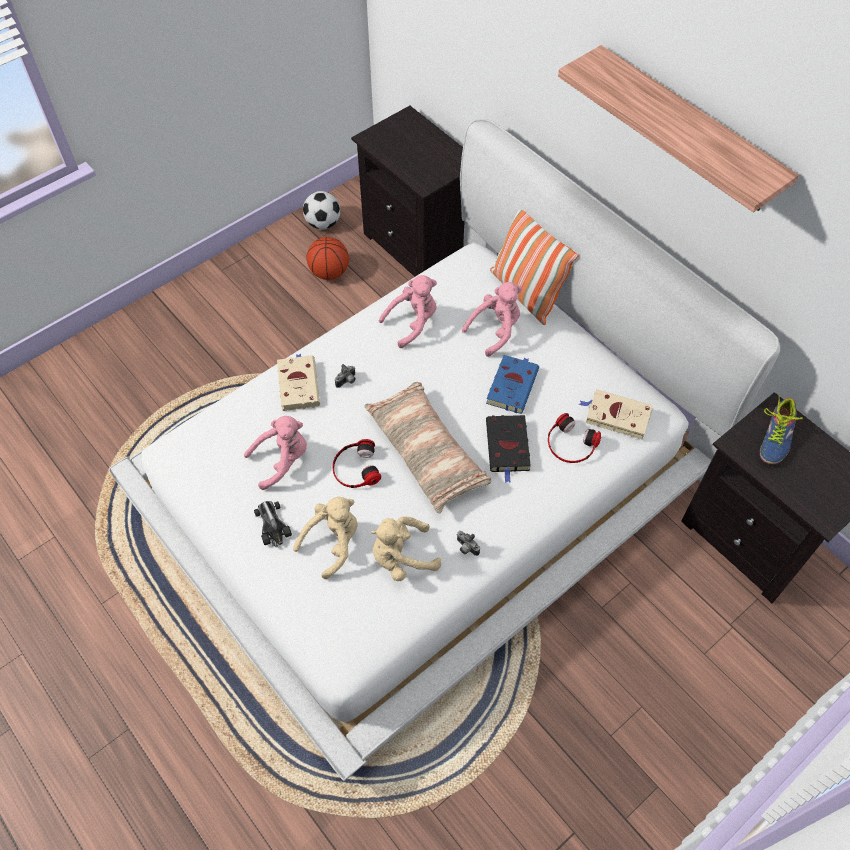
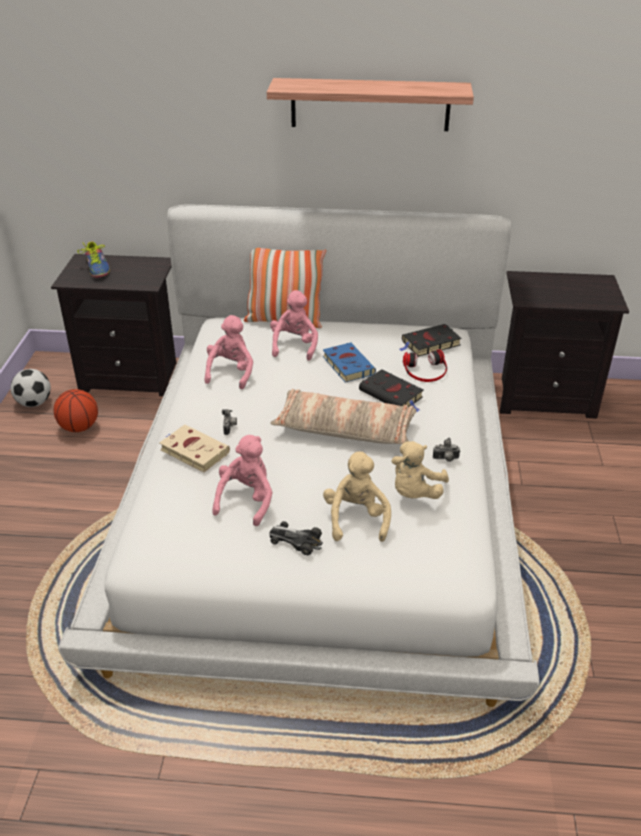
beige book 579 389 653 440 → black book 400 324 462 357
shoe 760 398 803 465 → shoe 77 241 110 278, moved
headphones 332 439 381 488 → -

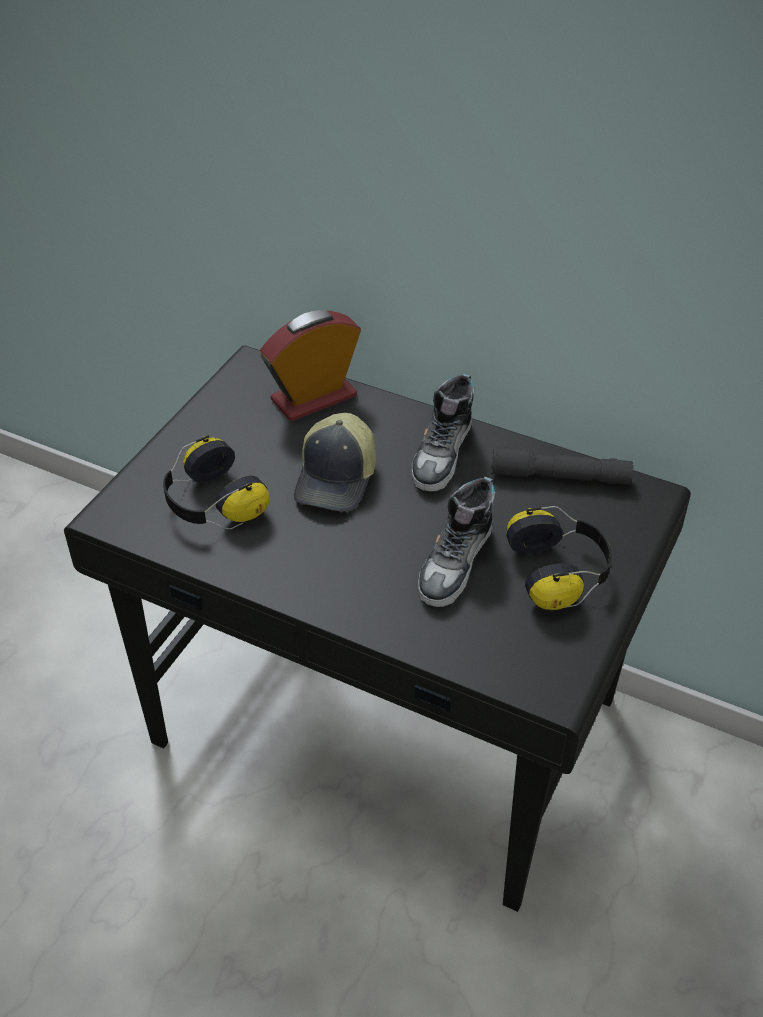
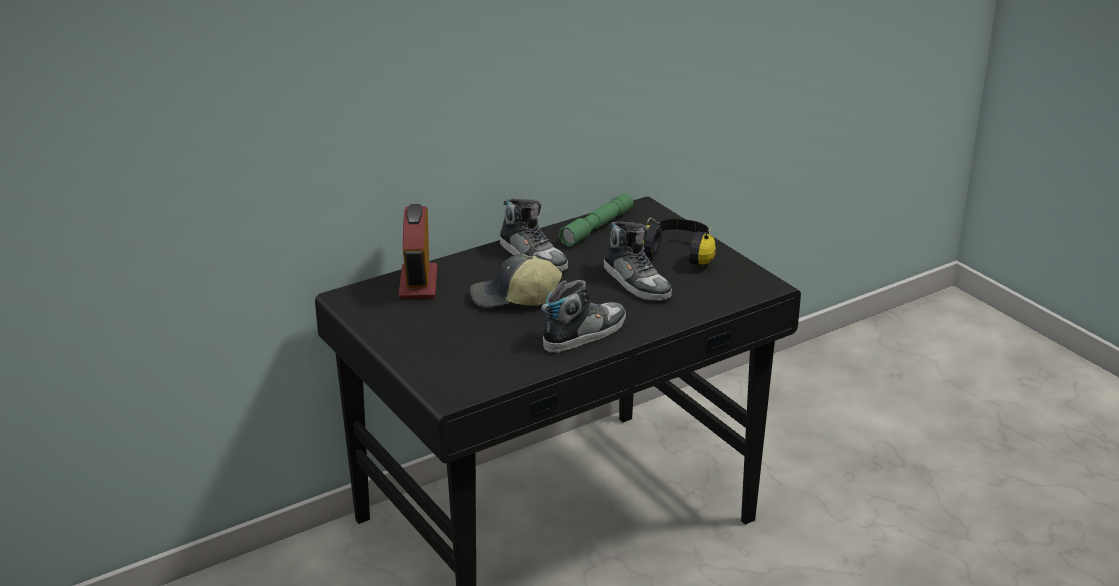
cap 294 413 376 512 → cap 470 254 562 308, 135 degrees clockwise
headphones 163 436 269 529 → -
grey flashlight 491 446 633 485 → green flashlight 559 193 634 247
- → shoe 541 280 626 353

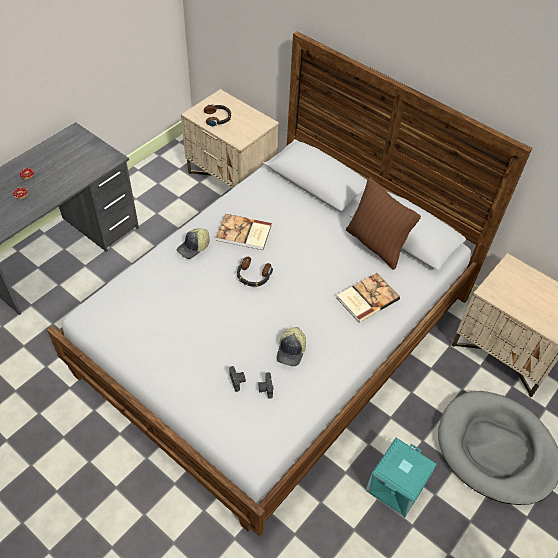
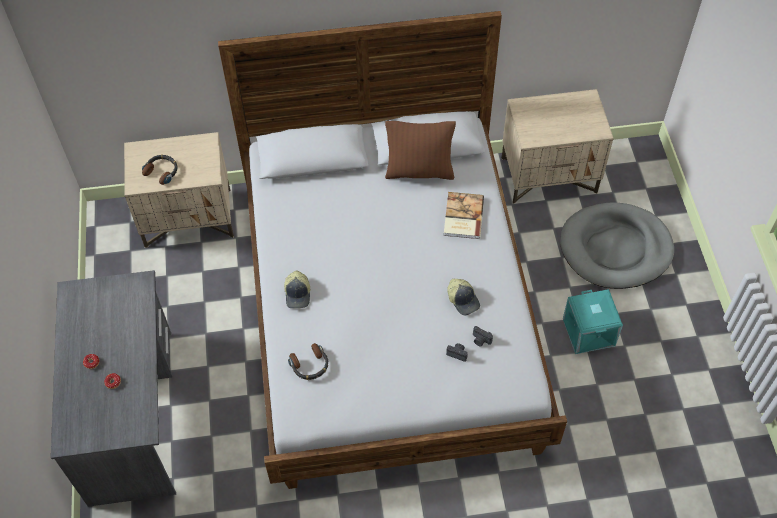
book 216 214 272 250 → -
headphones 237 257 273 287 → headphones 288 343 328 380, moved

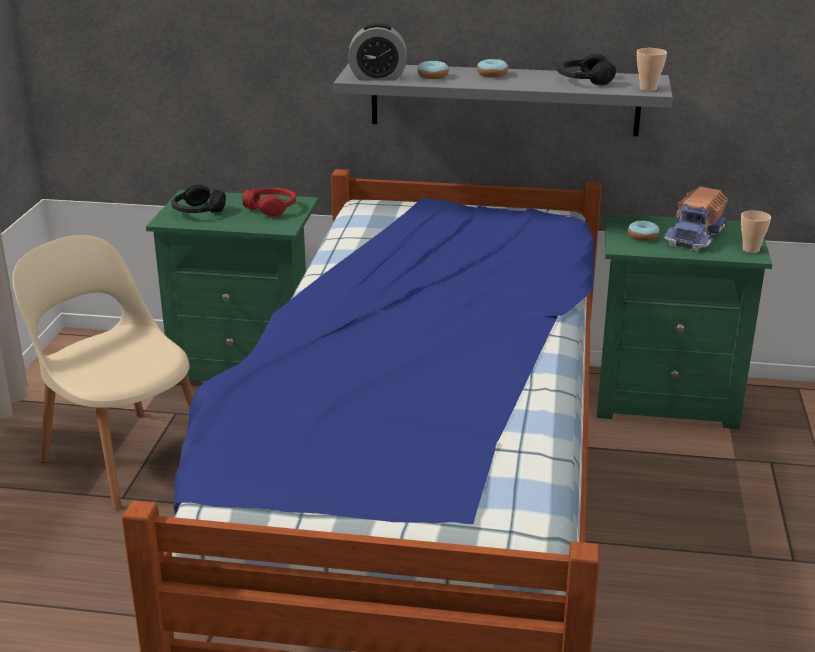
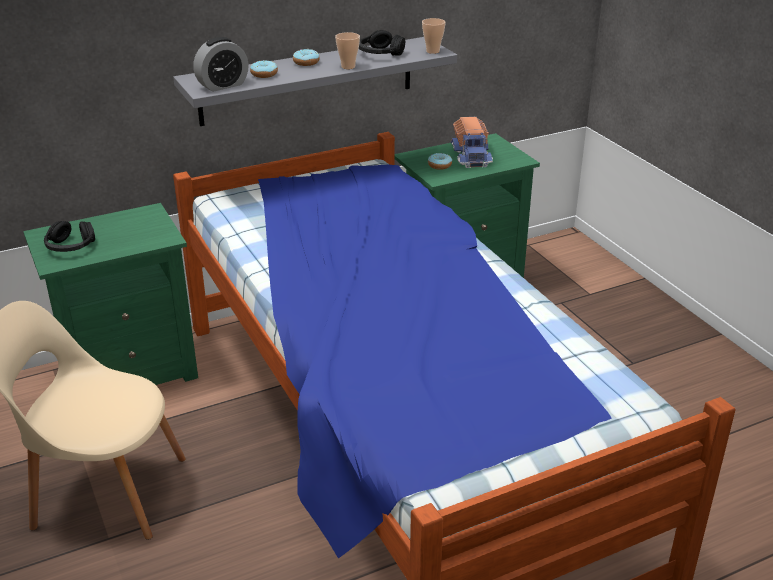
red headphones 242 188 296 217 → -
cup 741 210 771 253 → cup 335 32 360 69, moved

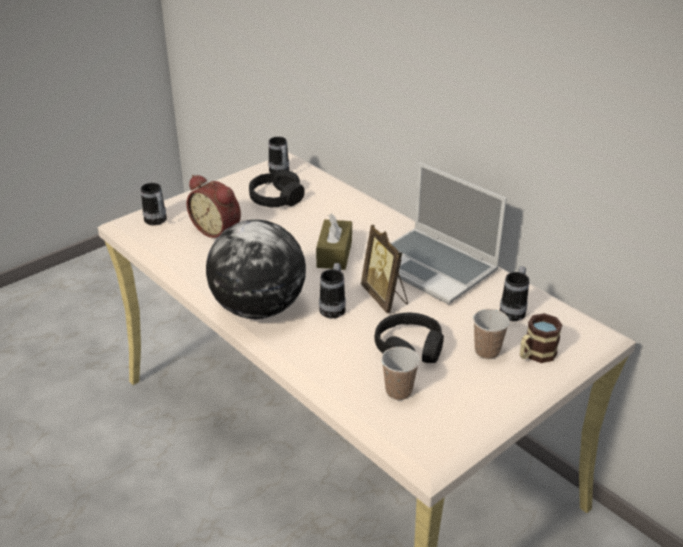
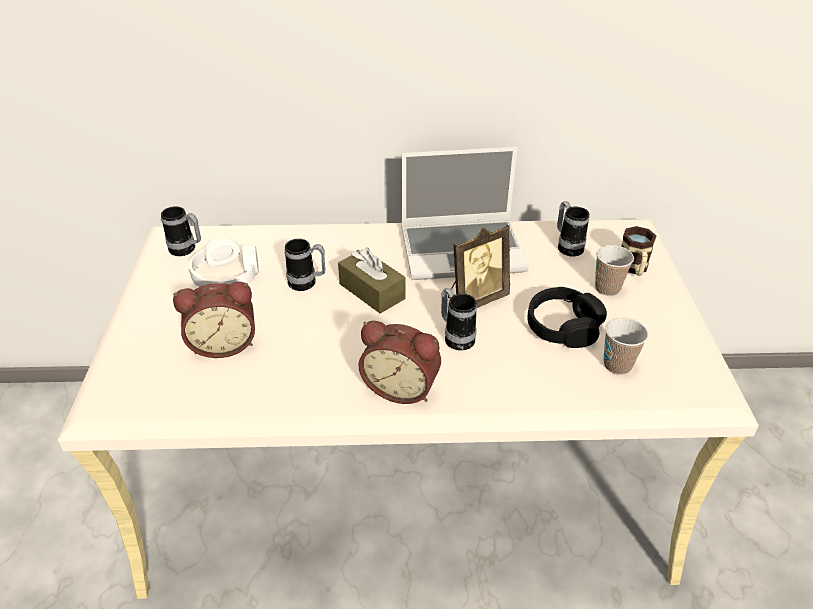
black headphones 249 170 305 208 → white headphones 189 238 259 287
mug 141 183 167 225 → mug 285 239 325 291, moved
globe 206 220 306 319 → alarm clock 358 321 441 404
picture frame 361 225 408 313 → picture frame 448 225 510 308, 45 degrees counterclockwise

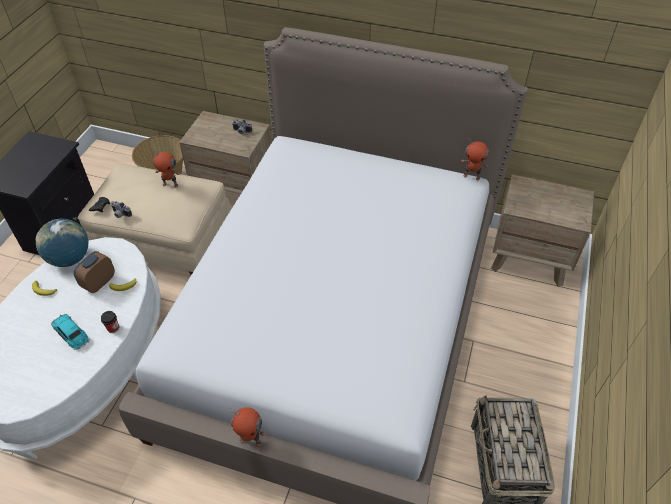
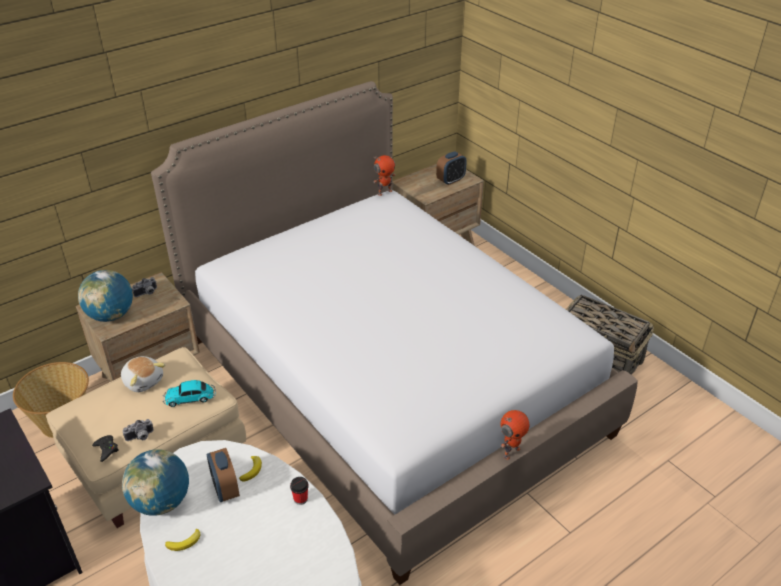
toy robot 152 149 180 187 → plush toy 121 356 165 392
toy car 51 314 89 350 → toy car 163 380 216 407, moved
- → alarm clock 436 151 467 185
- → globe 78 270 133 322

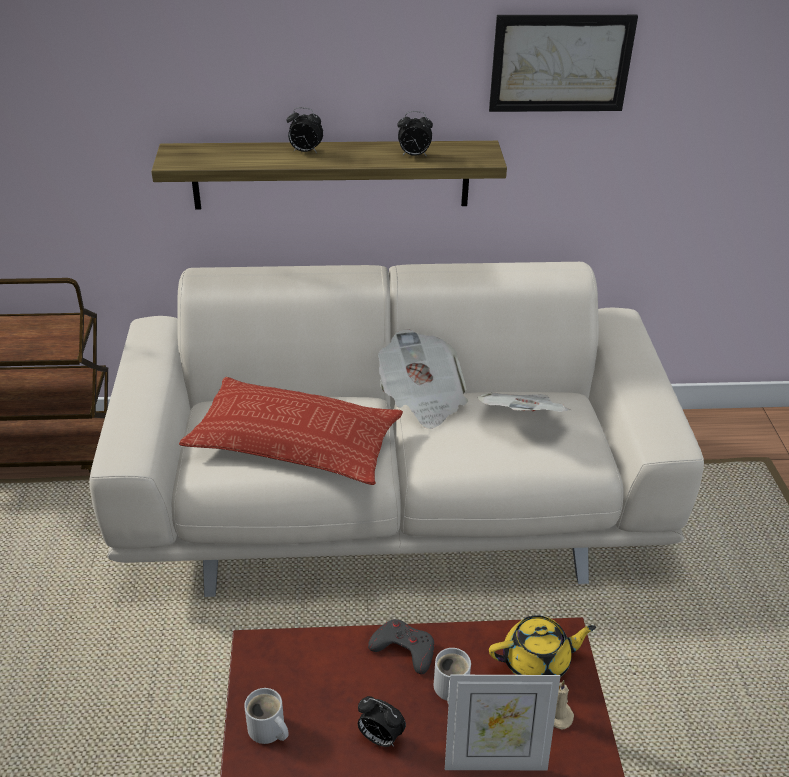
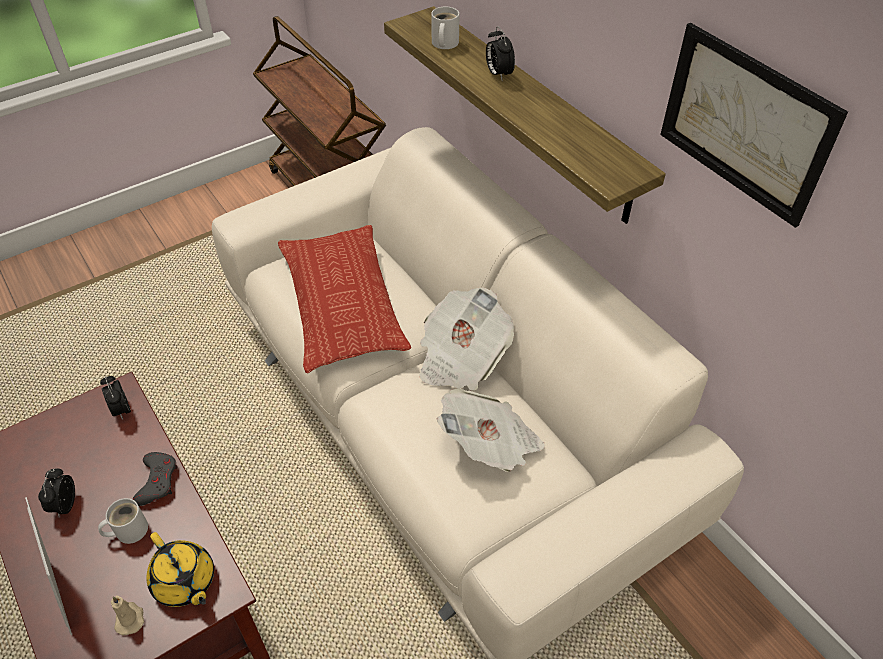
alarm clock 397 111 433 156 → alarm clock 100 376 131 419, moved
white mug 244 688 289 744 → white mug 431 7 459 49, moved

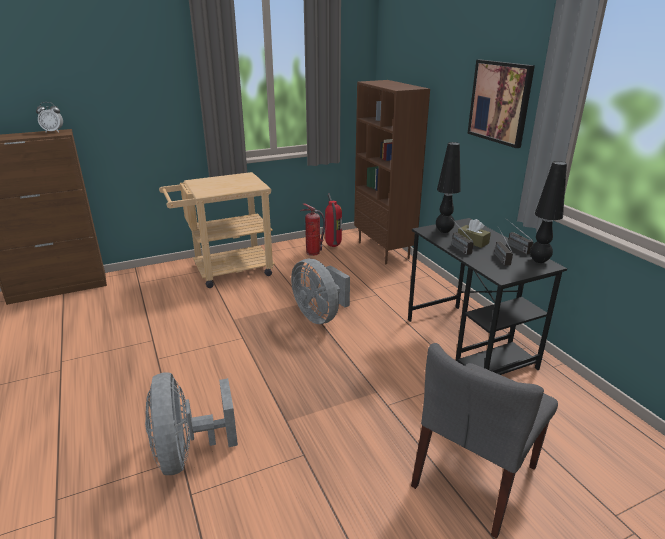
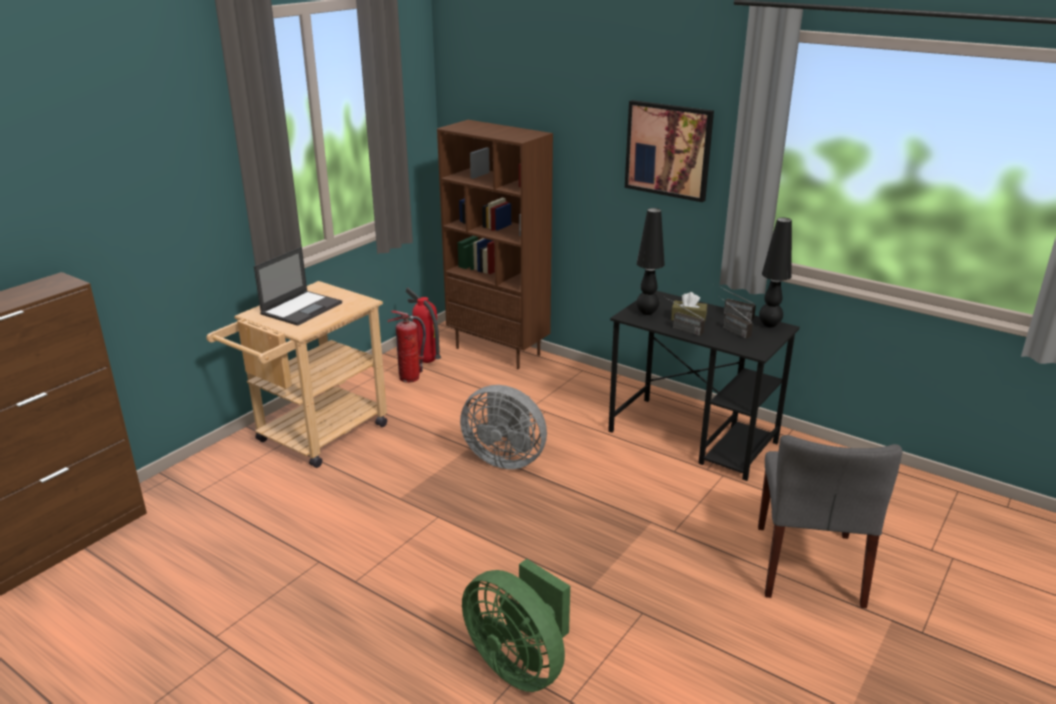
alarm clock 36 102 63 133 → -
grey fan 145 372 238 475 → green fan 462 559 570 692
- → laptop 254 247 342 326

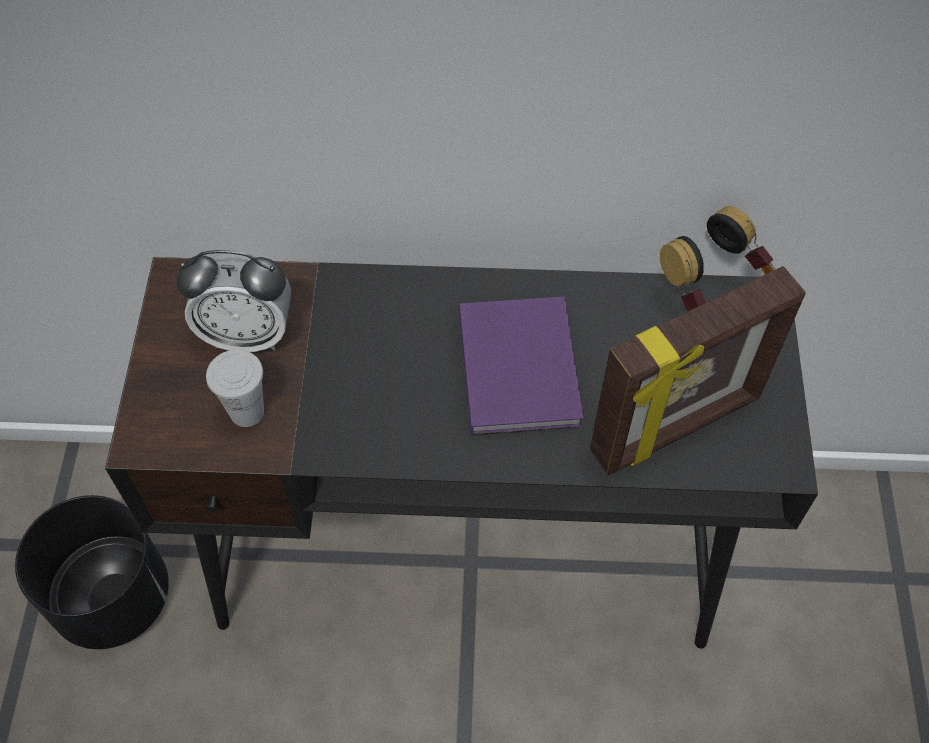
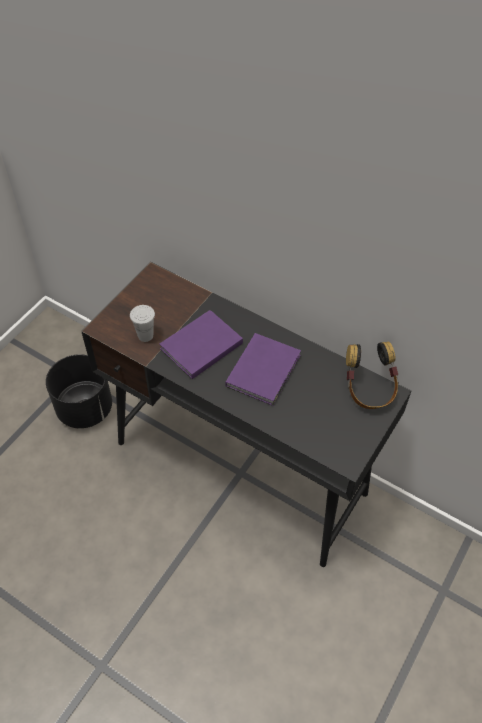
alarm clock 176 250 291 352 → -
picture frame 590 266 806 475 → -
- → purple book 160 310 243 379

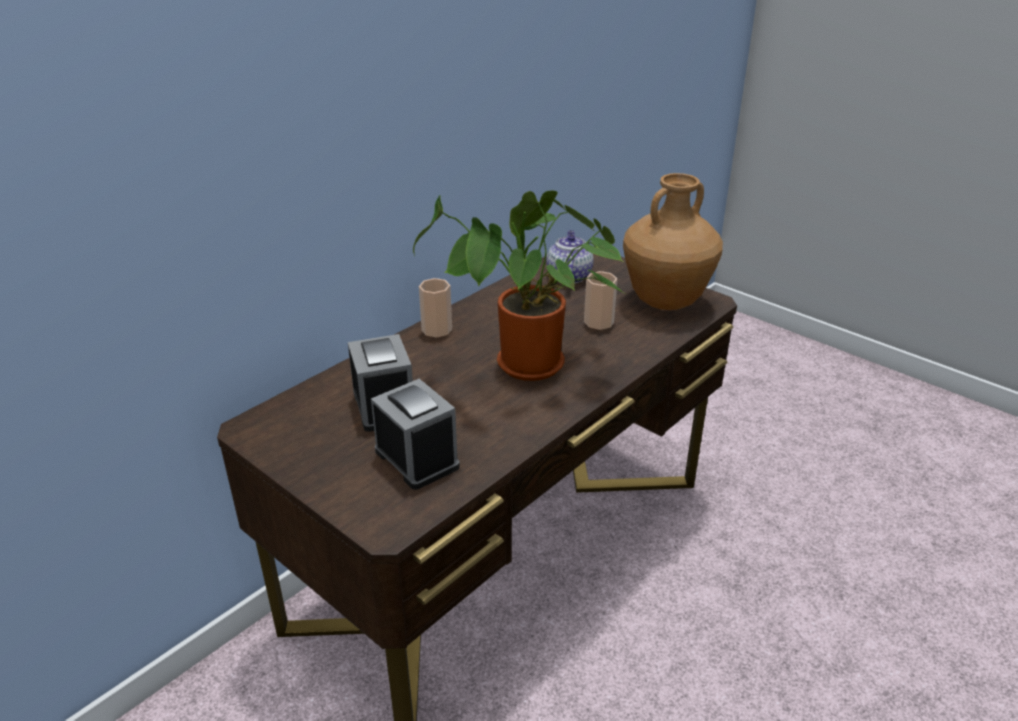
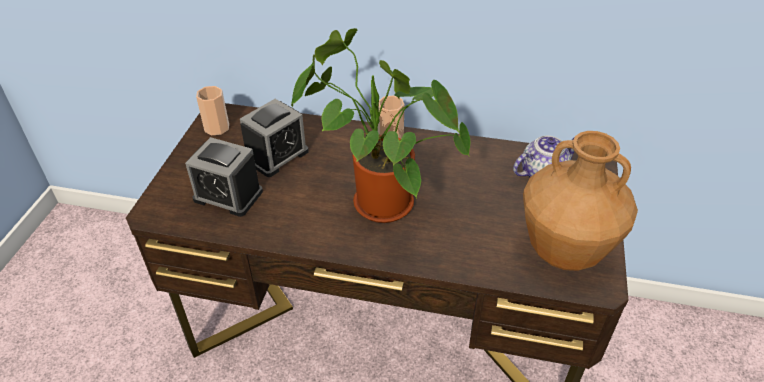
cup 584 271 617 330 → cup 196 86 229 135, moved
alarm clock 371 379 460 490 → alarm clock 185 137 263 217, 90 degrees clockwise

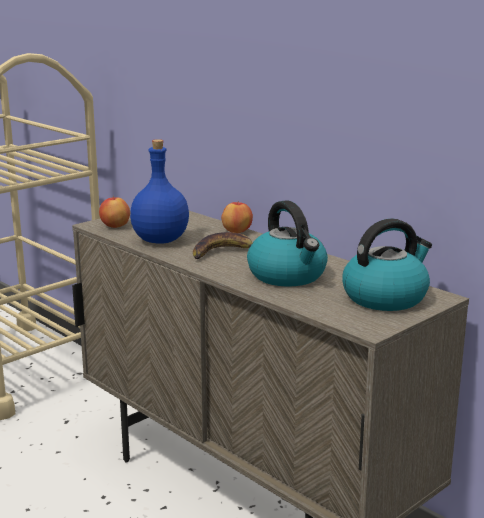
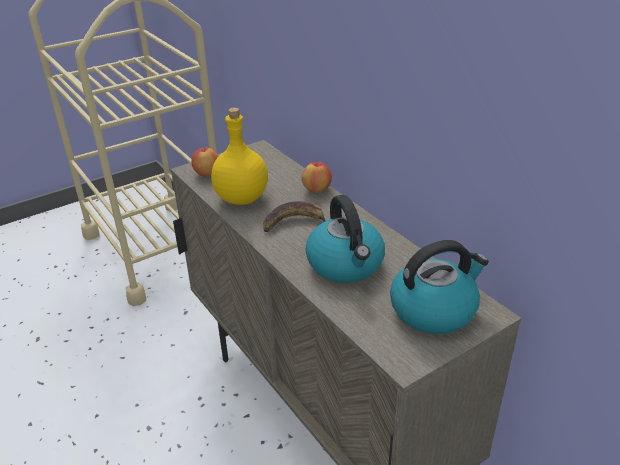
blue bottle 130 139 189 243 → yellow bottle 211 108 268 205

